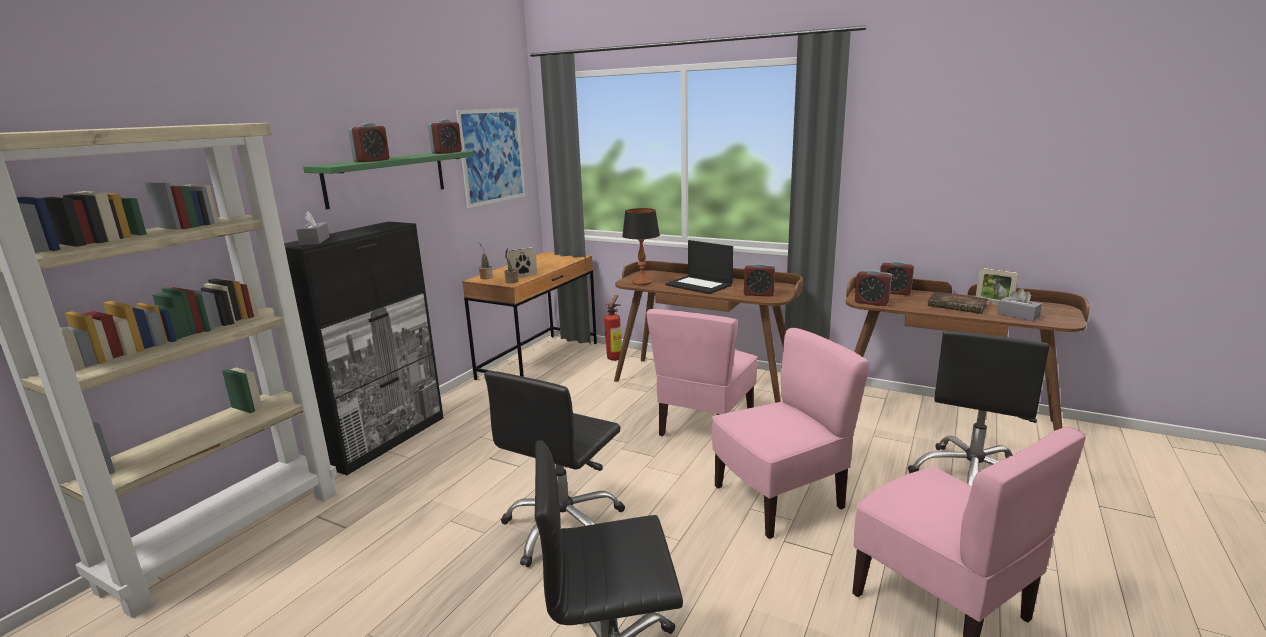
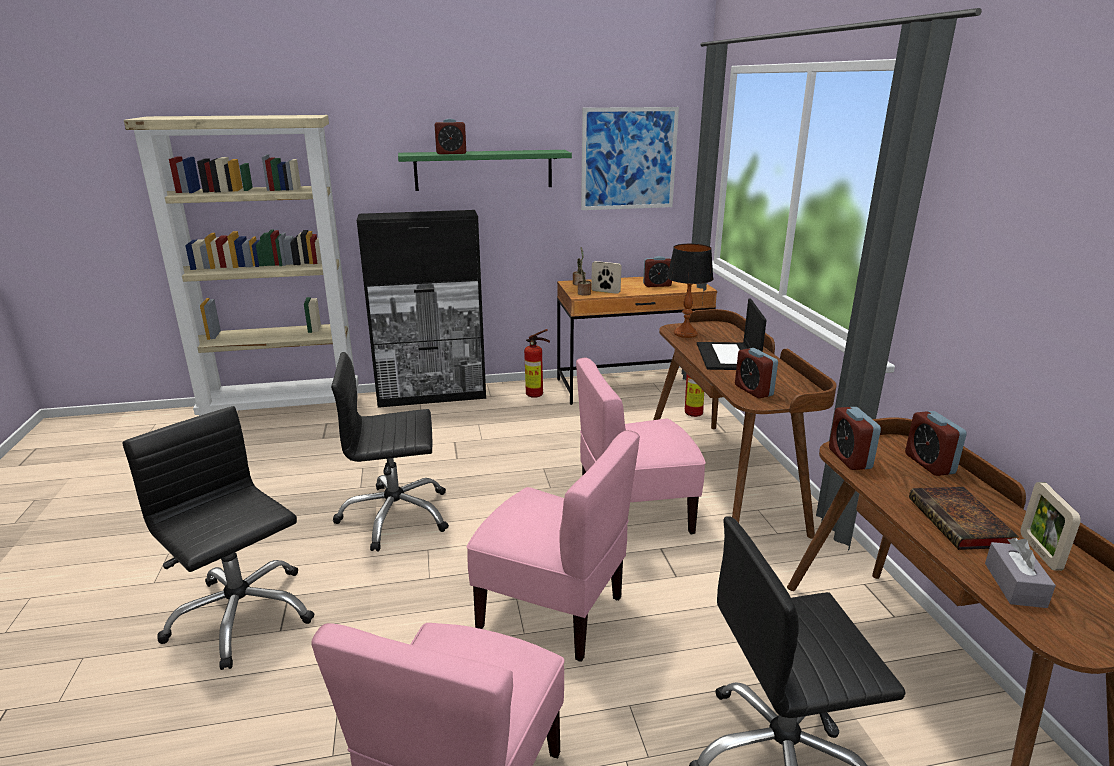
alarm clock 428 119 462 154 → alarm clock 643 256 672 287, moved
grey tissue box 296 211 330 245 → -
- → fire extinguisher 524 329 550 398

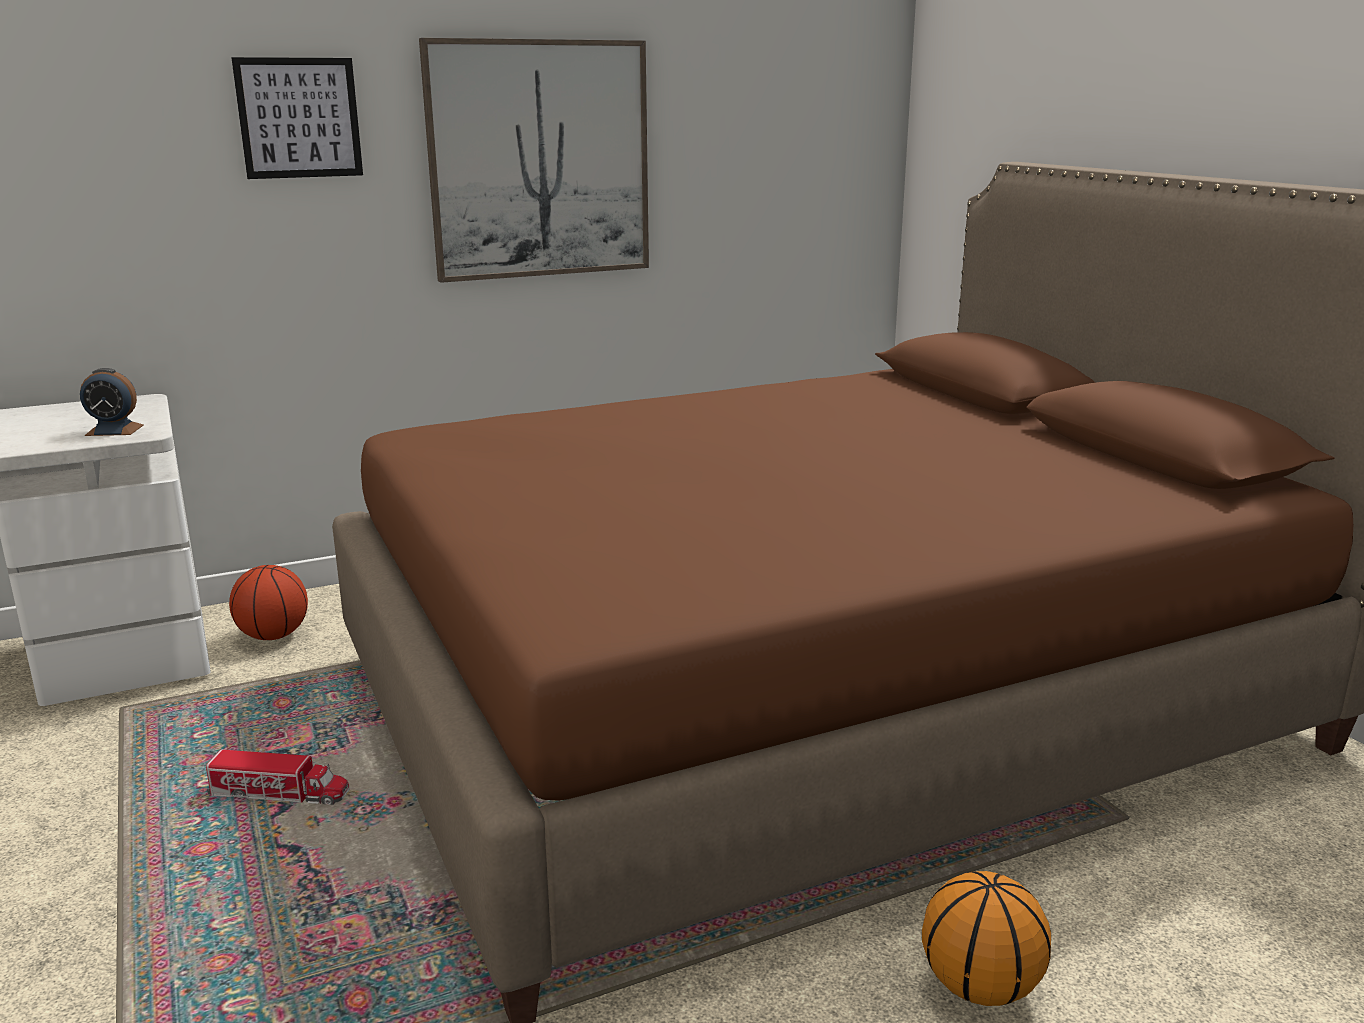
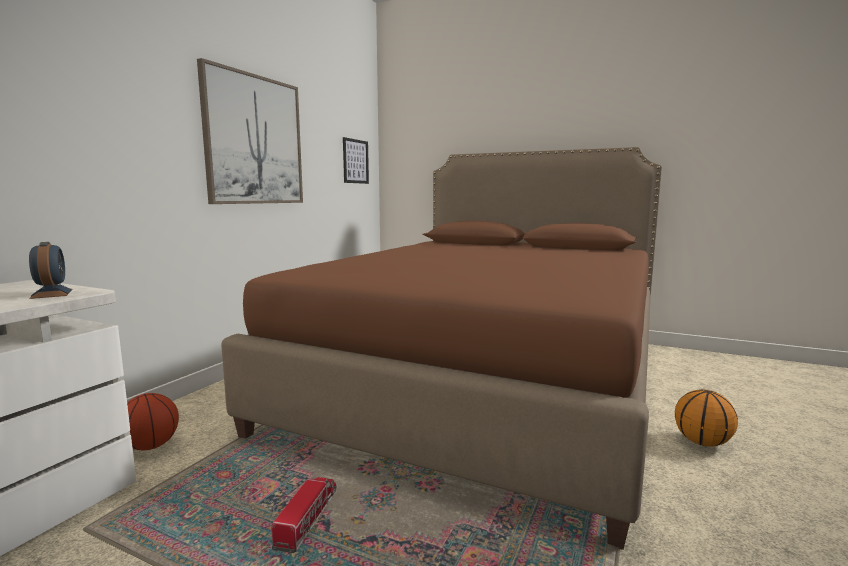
picture 231 57 363 179 → picture 343 137 369 184, moved
alarm clock 80 368 144 436 → alarm clock 29 242 72 299, 75 degrees counterclockwise
toy truck 206 750 350 805 → toy truck 272 477 337 554, 45 degrees counterclockwise

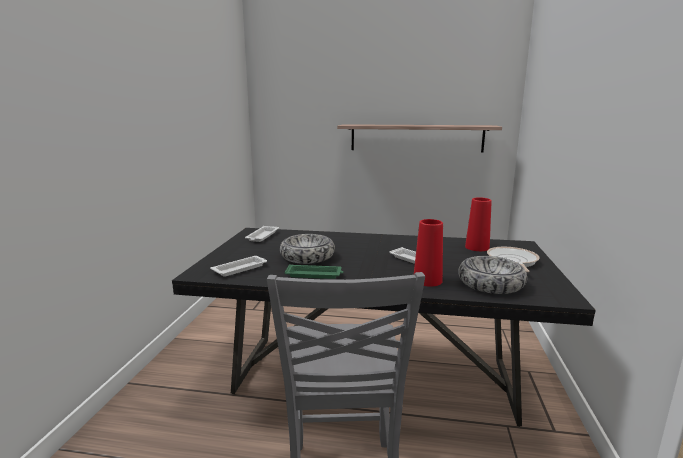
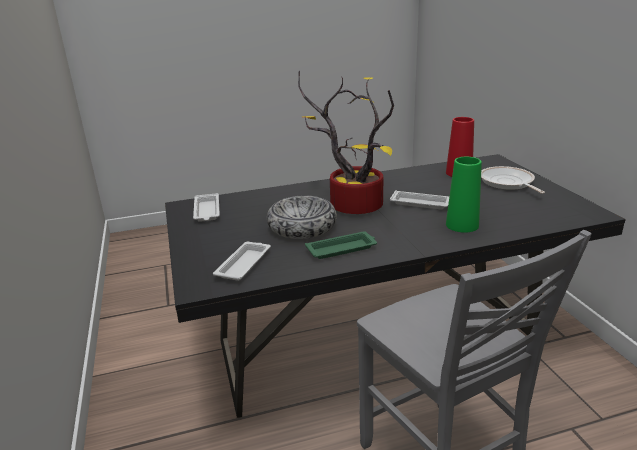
shelf 337 124 502 152 → -
red vase 414 219 443 286 → green vase 446 157 482 233
bowl 458 256 527 294 → -
- → potted plant 298 71 394 214

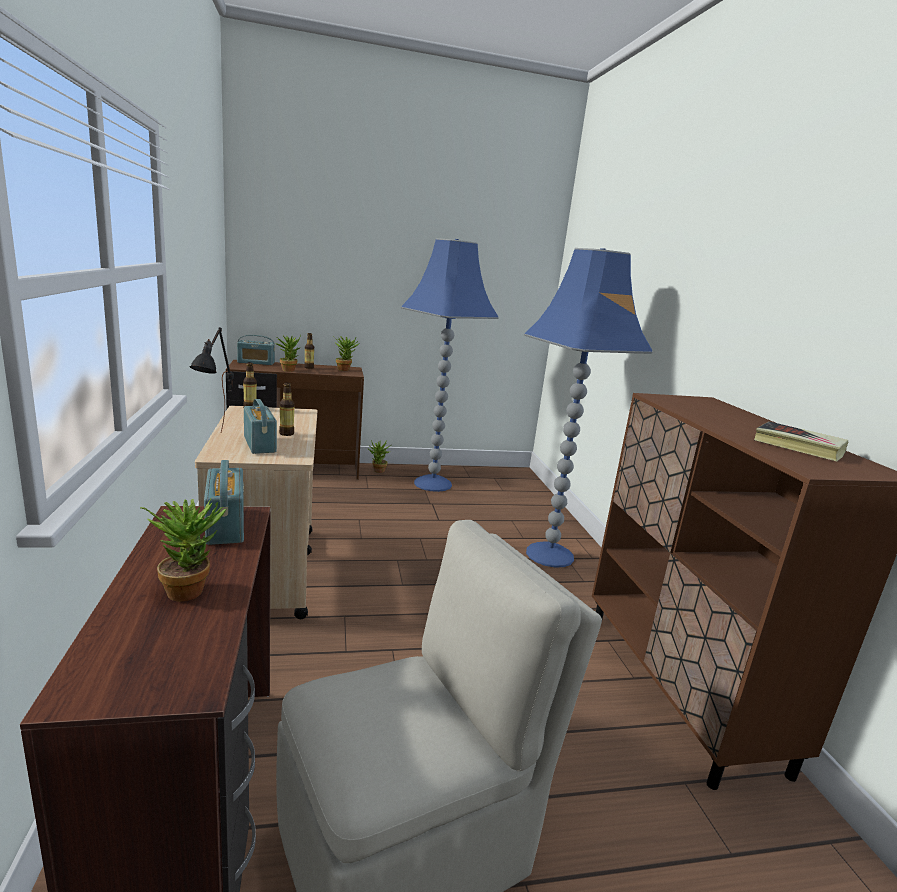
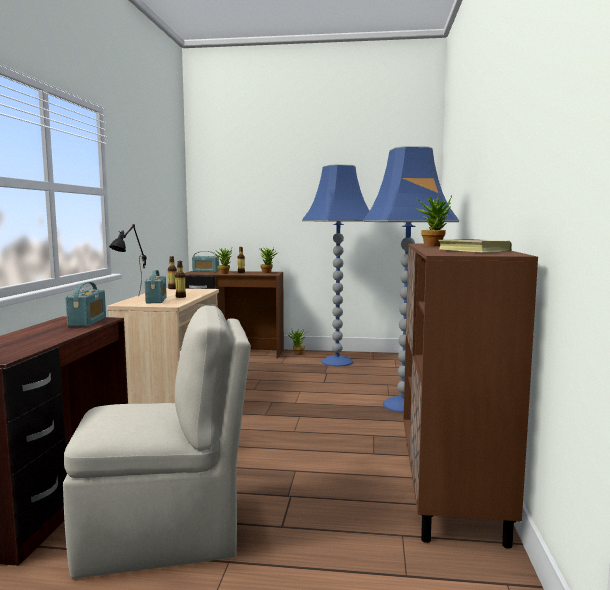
potted plant 140 499 226 601 → potted plant 417 196 452 246, moved

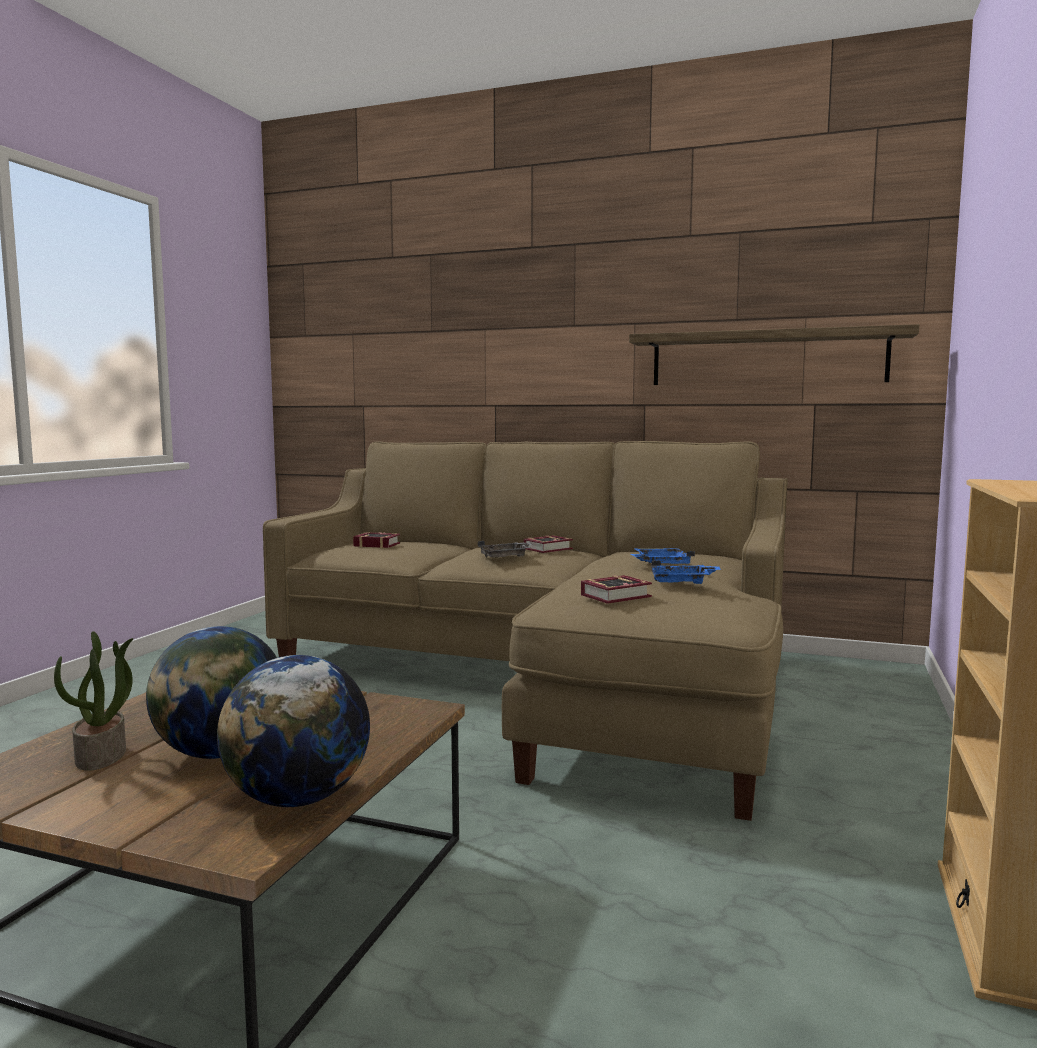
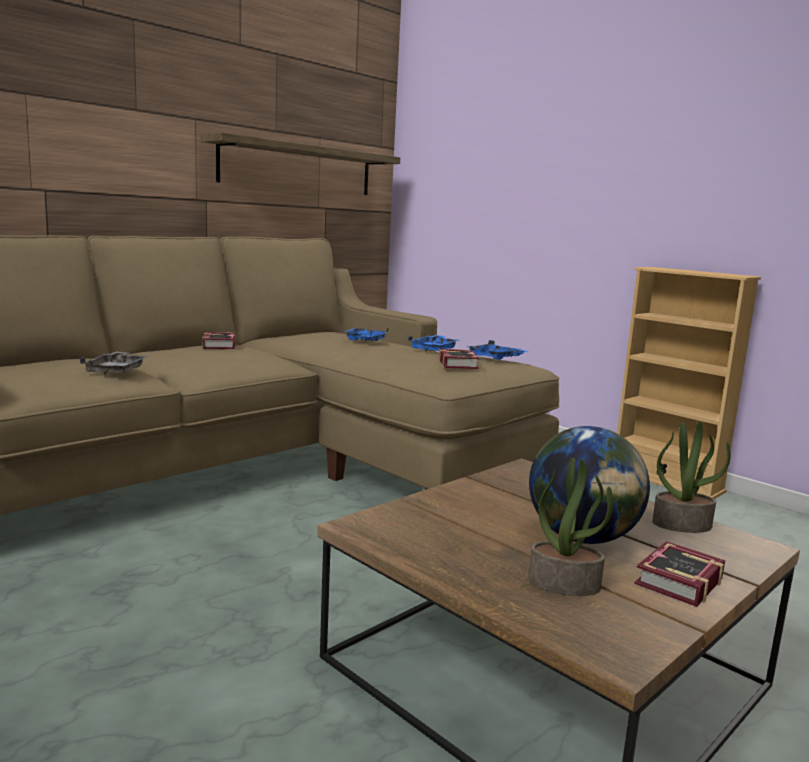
book 353 532 400 548 → book 635 541 725 607, moved
grey tray 477 541 533 558 → grey tray 80 352 148 375, moved
globe 217 655 370 807 → potted plant 652 422 731 533
- → blue tray 467 340 529 360

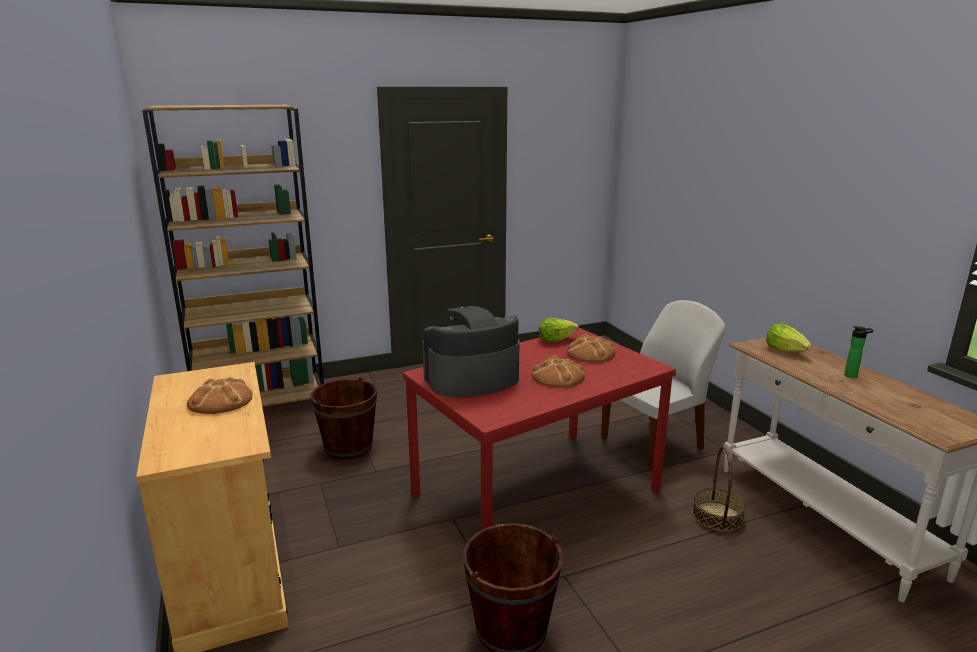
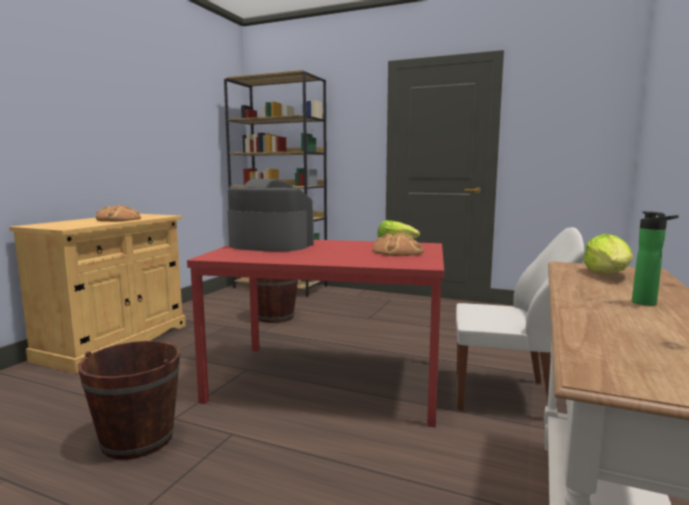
bread 532 355 585 387 → -
basket 692 446 746 532 → -

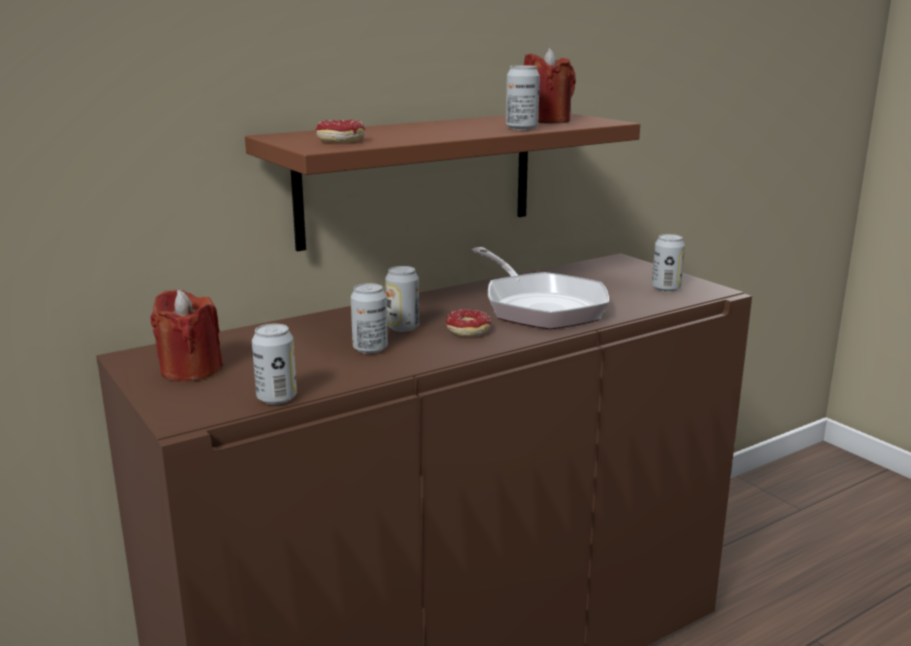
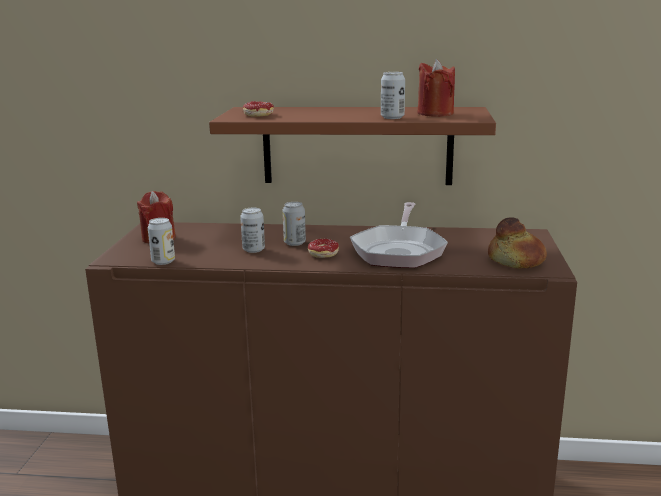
can 652 234 685 292 → bread 488 217 547 268

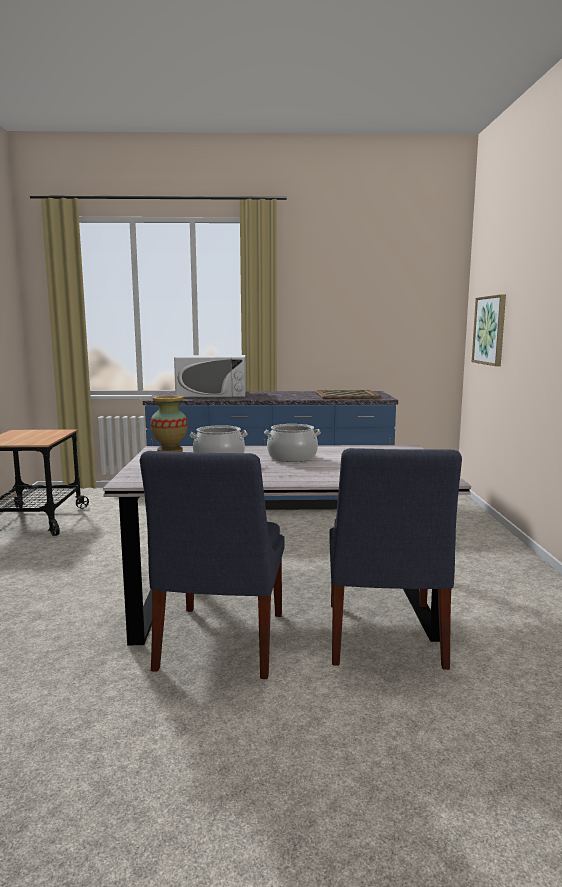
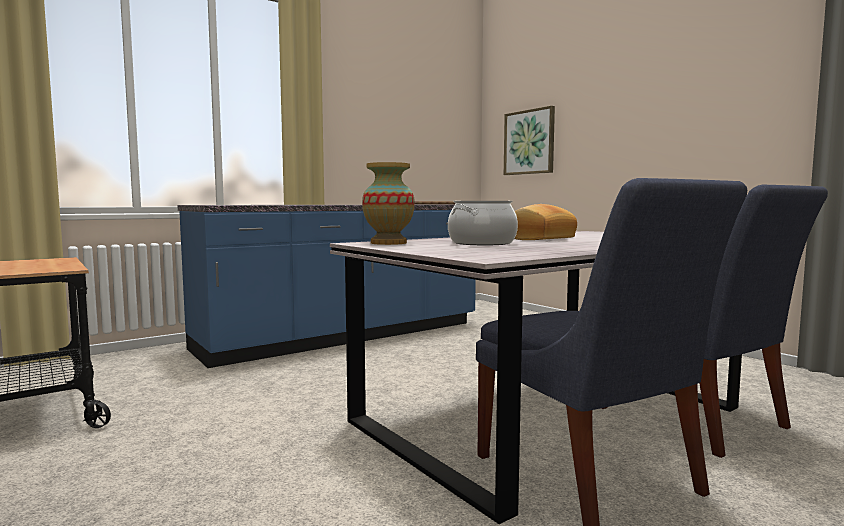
white microwave 174 355 246 397 → -
cooking pot 264 424 321 462 → bread 515 204 577 240

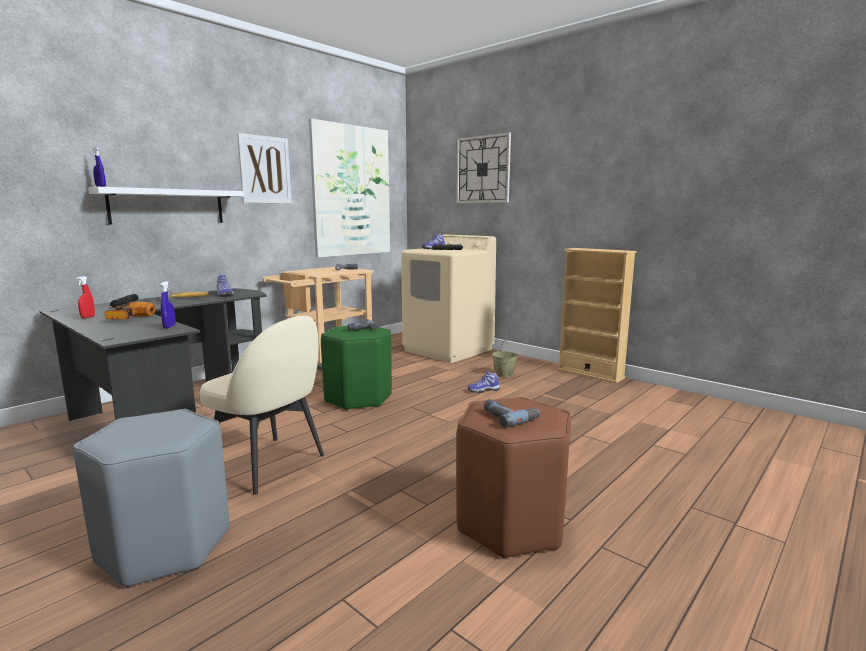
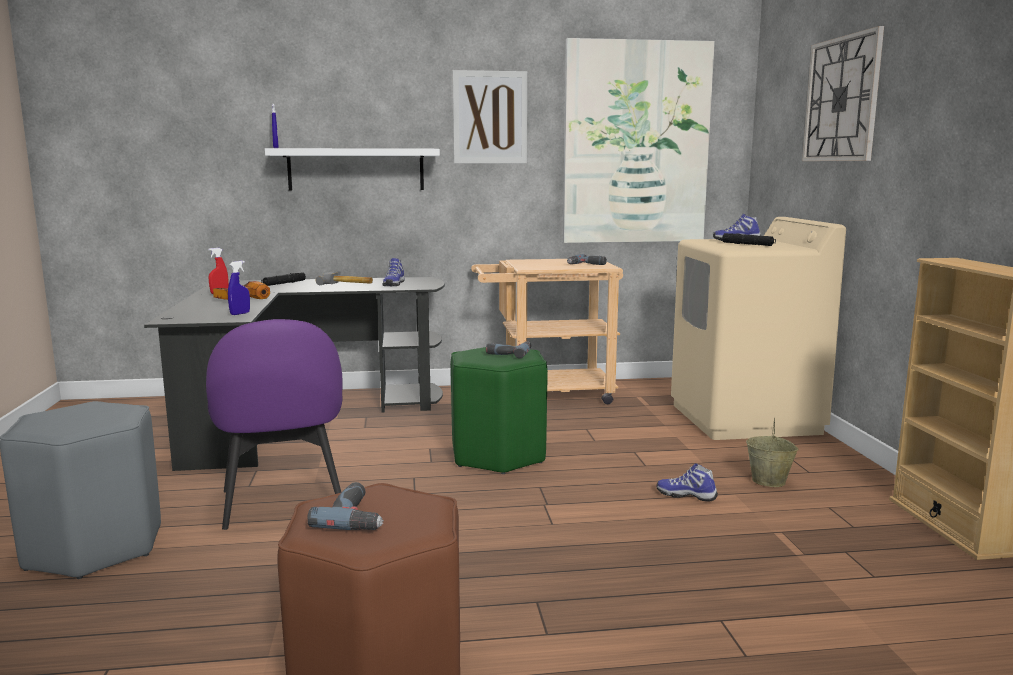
beige chair 200 316 324 495 → purple chair 206 319 343 530

